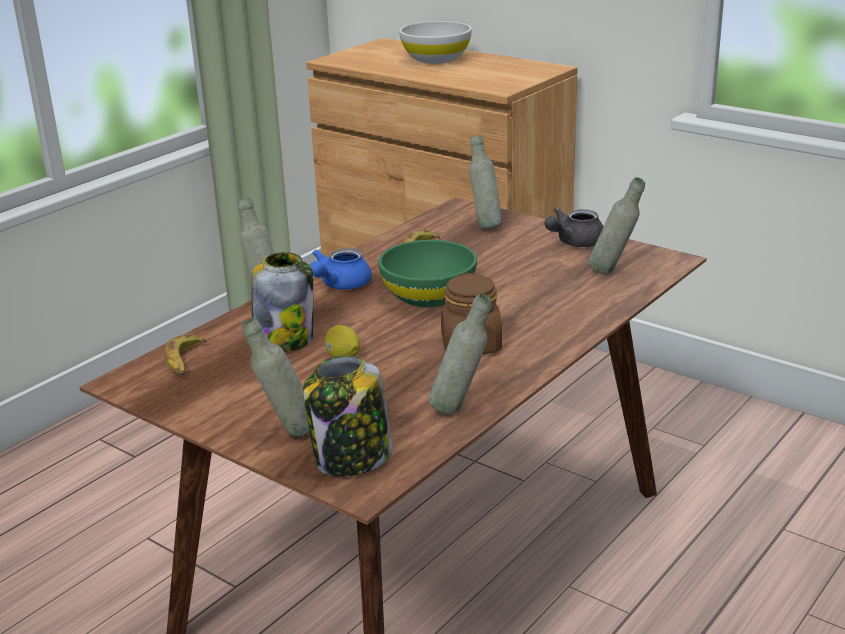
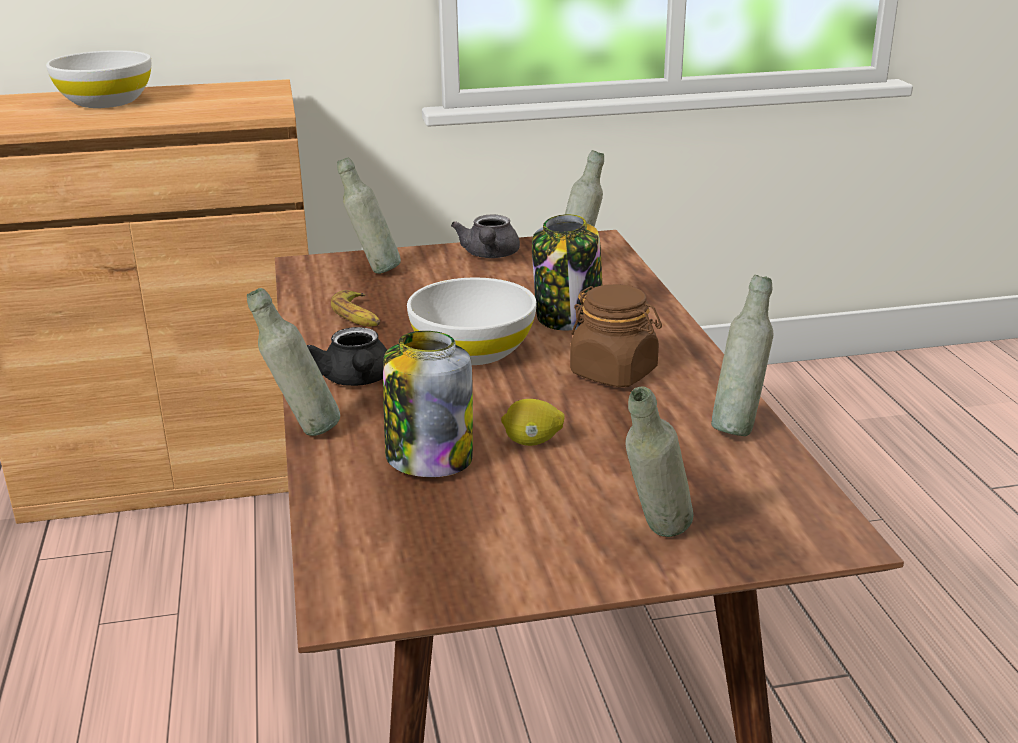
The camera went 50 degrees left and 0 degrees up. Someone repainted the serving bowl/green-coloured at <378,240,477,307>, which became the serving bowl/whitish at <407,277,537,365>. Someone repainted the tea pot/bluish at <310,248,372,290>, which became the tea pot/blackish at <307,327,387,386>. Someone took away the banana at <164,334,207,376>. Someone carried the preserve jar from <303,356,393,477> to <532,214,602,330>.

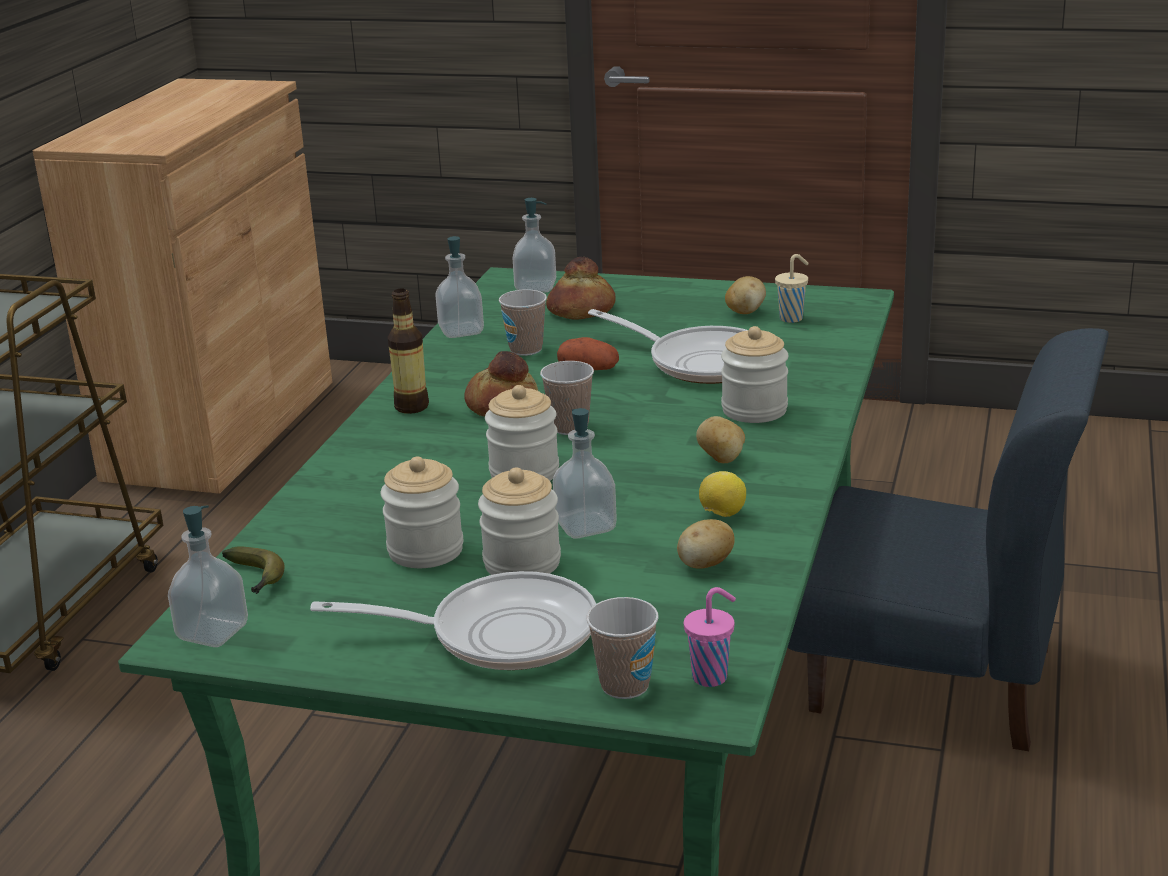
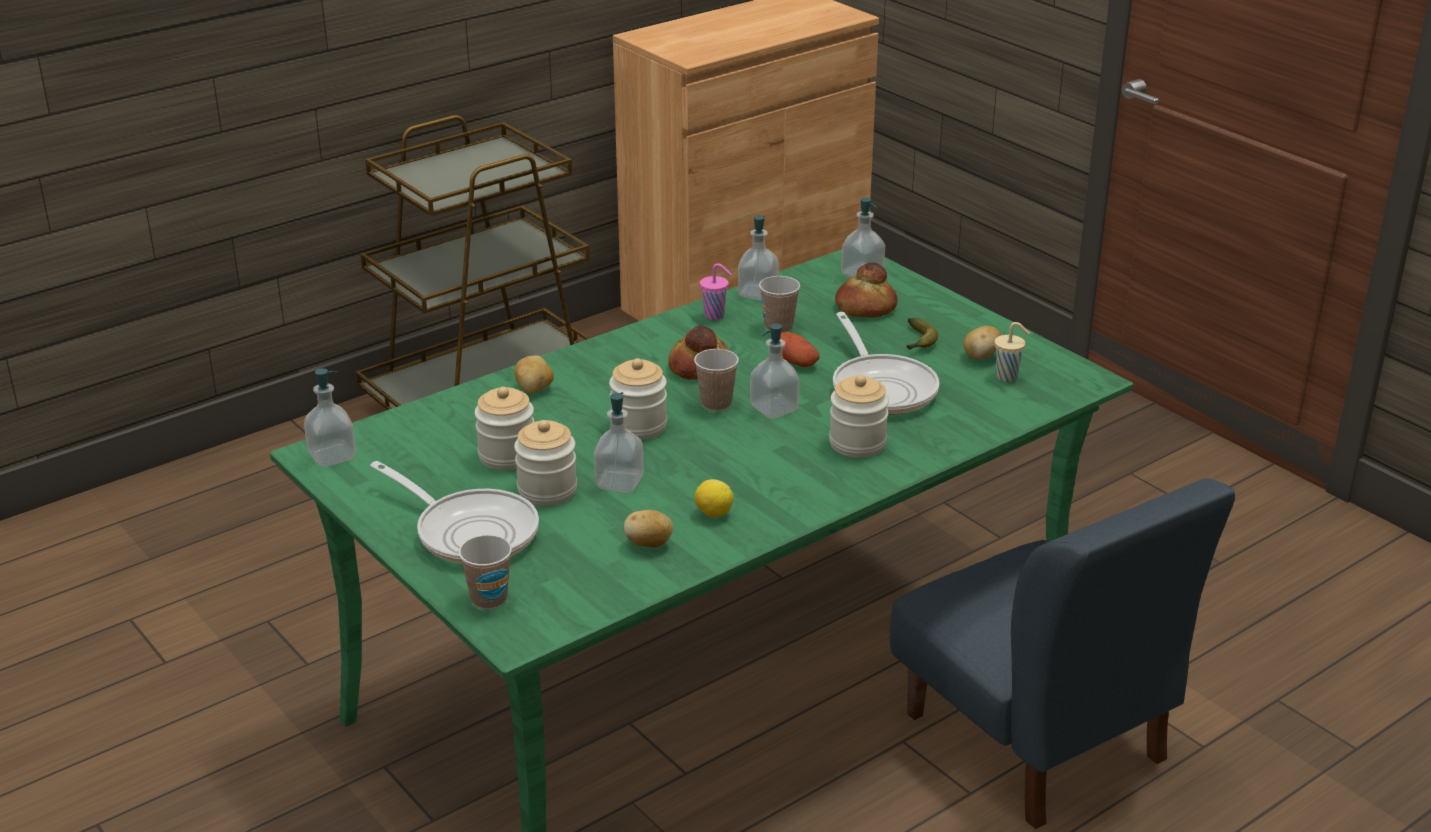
The camera went 35 degrees right and 5 degrees up. Someone took away the drink bottle at <388,289,429,414>. Someone carried the spud from <696,416,745,463> to <514,355,554,393>. Someone carried the banana from <222,546,285,594> to <907,318,938,350>. Someone carried the cup/pink-coloured from <684,587,736,687> to <700,263,731,320>. Someone put down the soap bottle at <750,324,800,419>.

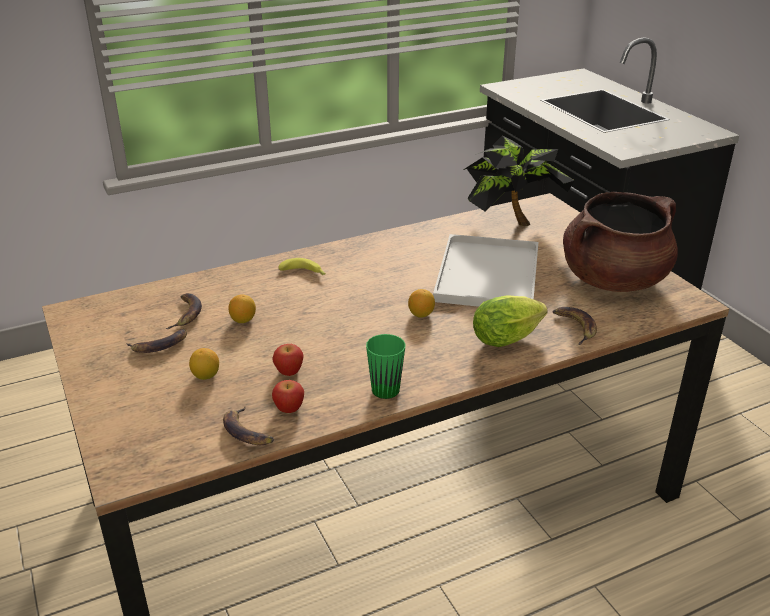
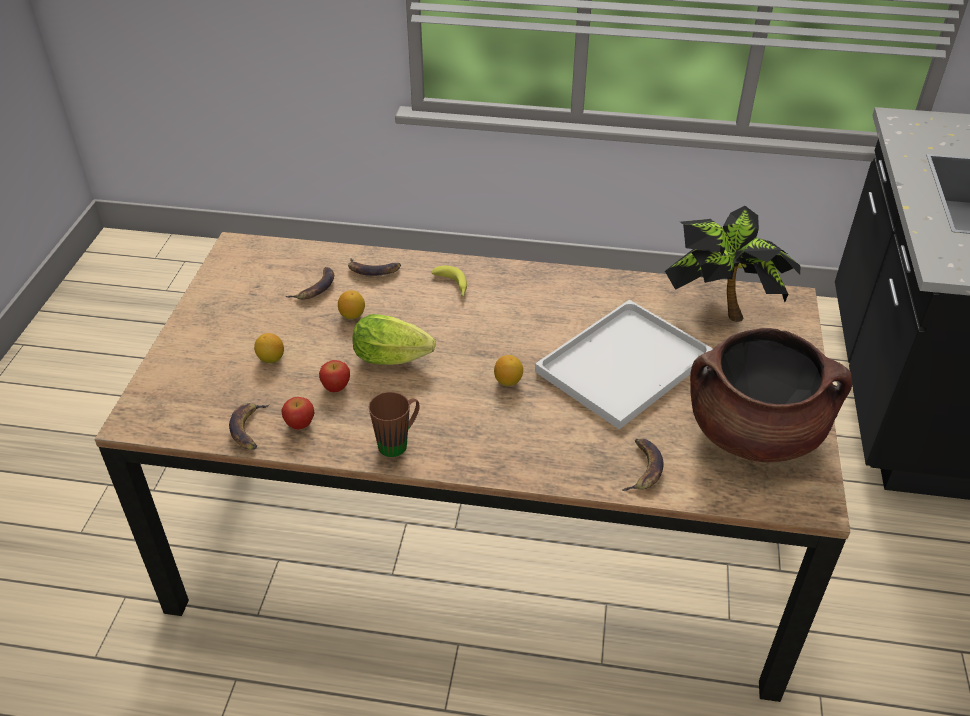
The camera went 35 degrees right and 10 degrees up. Someone carried the lettuce from <473,295,548,347> to <352,314,436,365>. Someone carried the banana from <126,329,187,353> to <348,258,401,276>. Someone repainted the mug/green-coloured at <366,334,406,399>, which became the mug/brown at <368,392,420,457>.

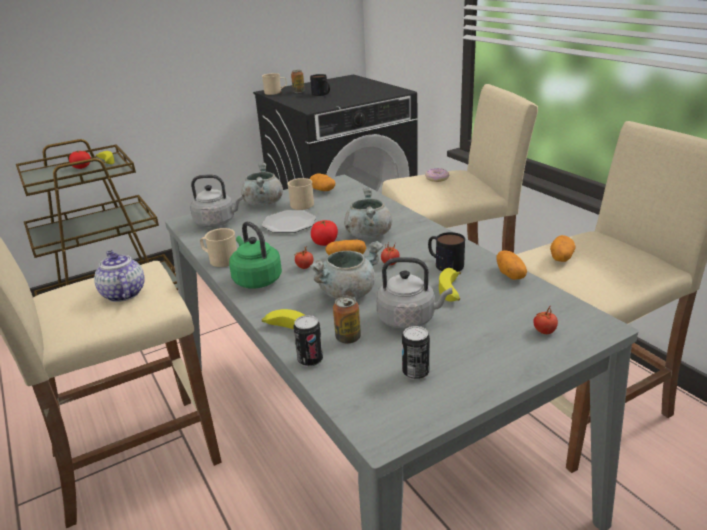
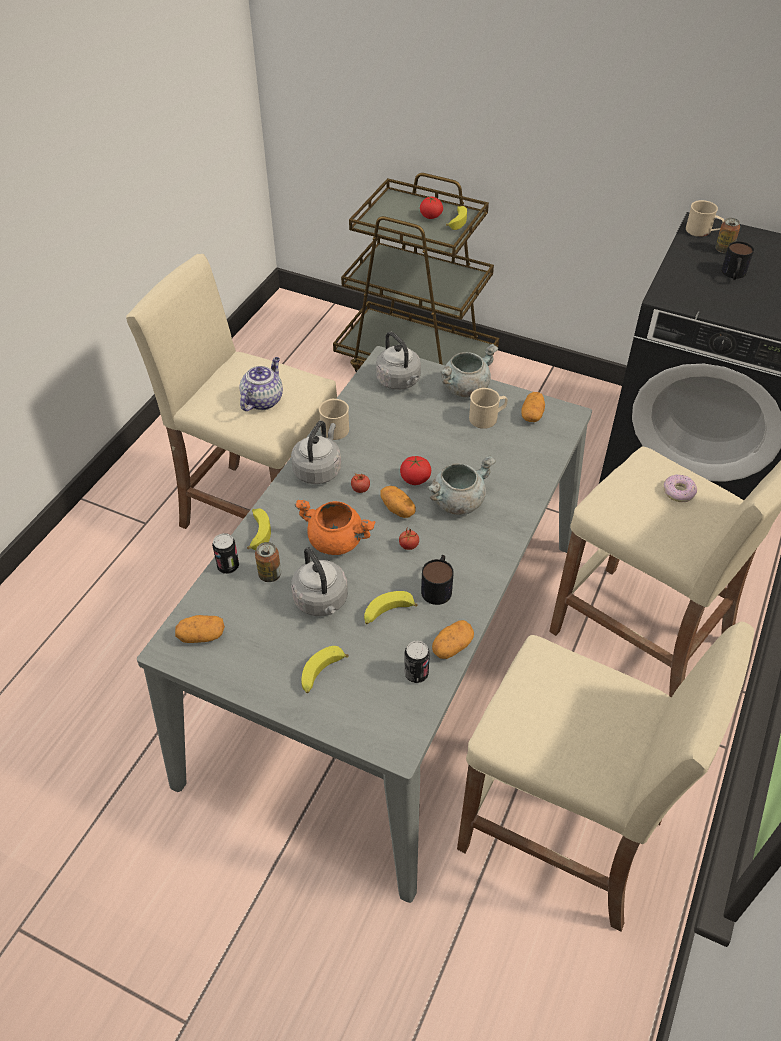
The camera went 55 degrees right and 20 degrees up. Someone took away the dinner plate at <262,211,316,233>. Someone repainted the kettle/green-coloured at <229,221,282,289>, which became the kettle/greyish at <291,421,341,484>. Someone carried the spud from <550,235,575,262> to <175,615,225,643>. Someone repainted the stockpot/greyish at <310,241,383,299>, which became the stockpot/orangey at <295,500,376,555>. Someone took away the whole tomato at <533,305,558,334>. Someone carried the metal can from <402,326,430,380> to <404,640,430,683>. Someone put down the banana at <301,646,349,693>.

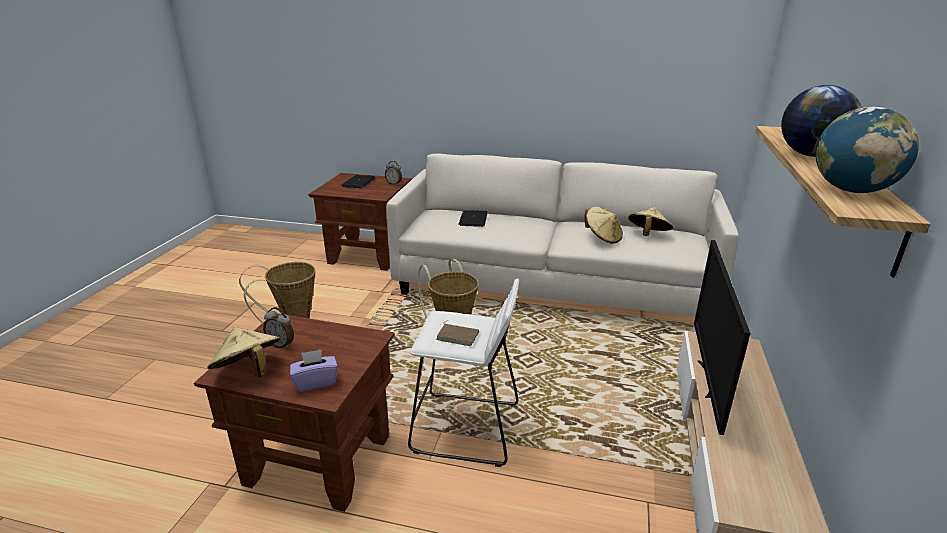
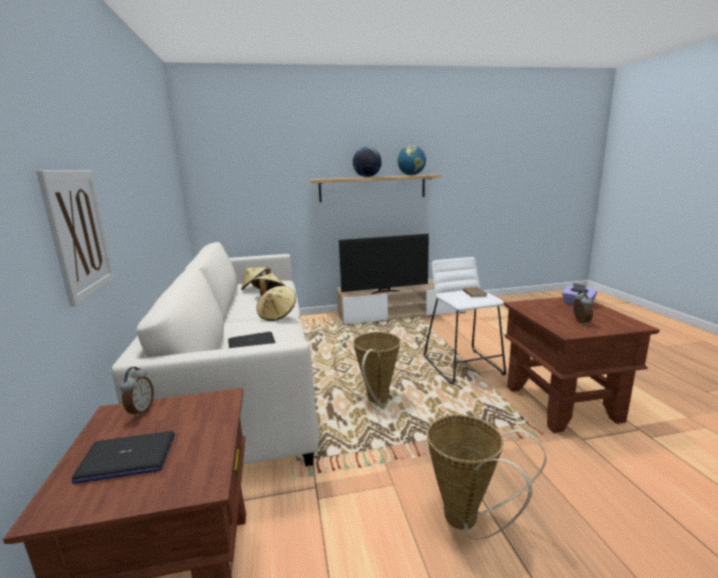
The camera went 115 degrees left and 10 degrees down. Someone carried the wearable hat/sand-coloured from <207,327,280,377> to <257,286,296,321>. Someone put up the wall art at <36,171,114,307>.

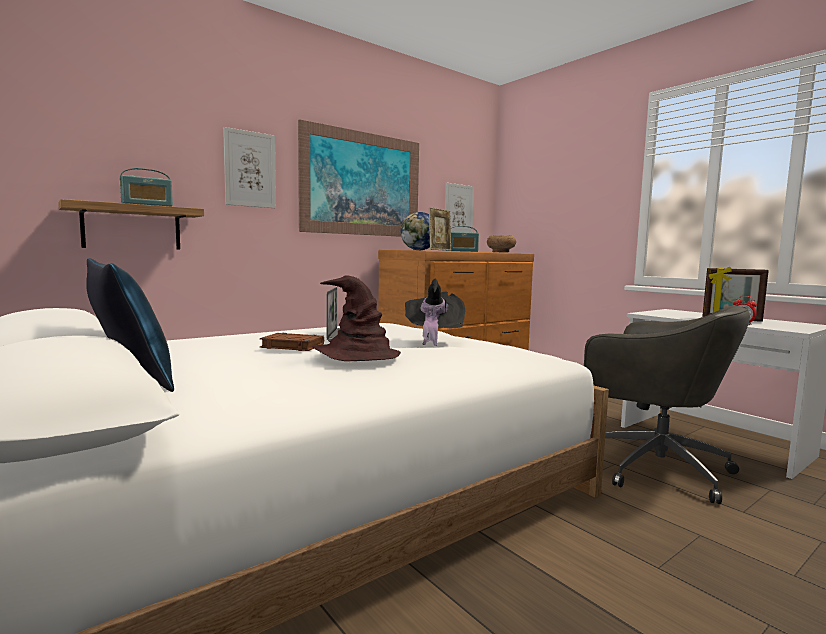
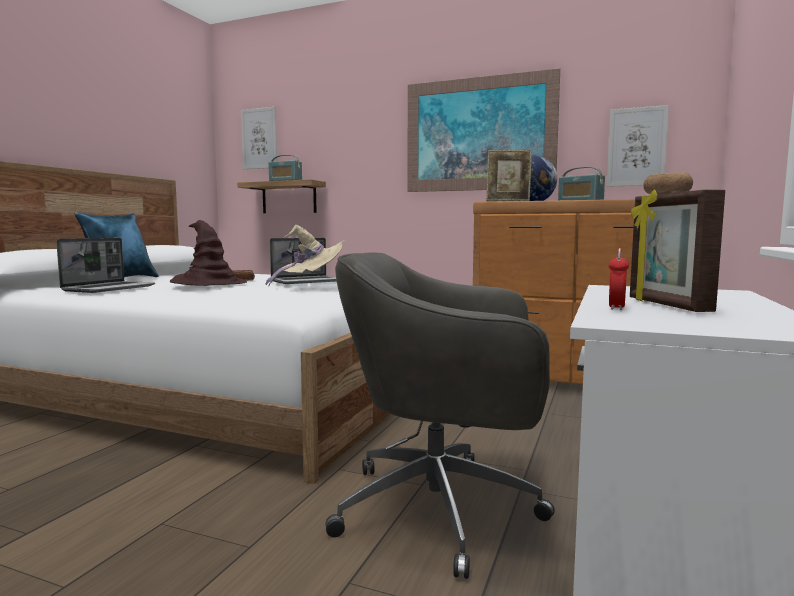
The camera went 60 degrees right and 0 degrees up. Someone carried the wall art from <223,127,276,208> to <241,107,277,169>. Someone repainted the wearable hat/blackish at <405,278,465,346>, which became the wearable hat/sand-coloured at <266,225,344,286>. Someone rotated the office chair/greyish at <584,305,750,504> by 90 degrees clockwise. Someone put down the portable computer at <56,238,155,293>.

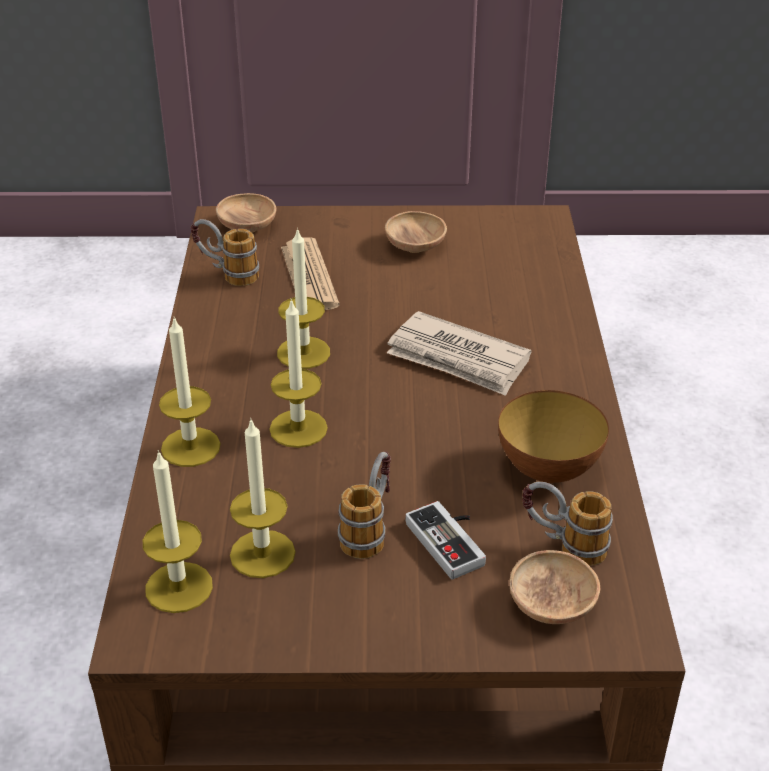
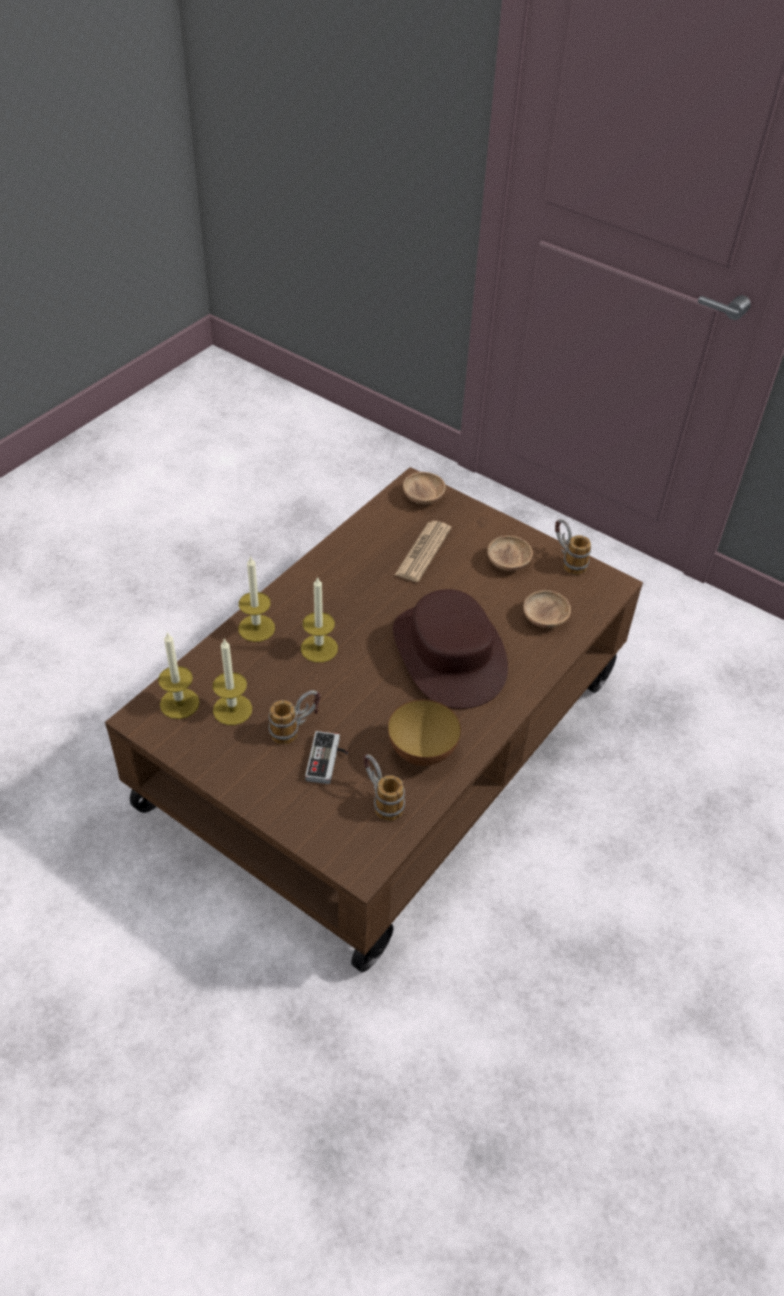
The camera went 35 degrees right and 10 degrees up. Someone carried the mug from <191,219,259,286> to <555,519,591,575>. Someone took away the wax candle at <277,227,330,369>. Someone swapped the printed paper at <387,311,531,396> for the wearable hat/brown at <393,589,508,709>. Someone carried the serving bowl/brown from <509,550,600,624> to <523,590,571,628>.

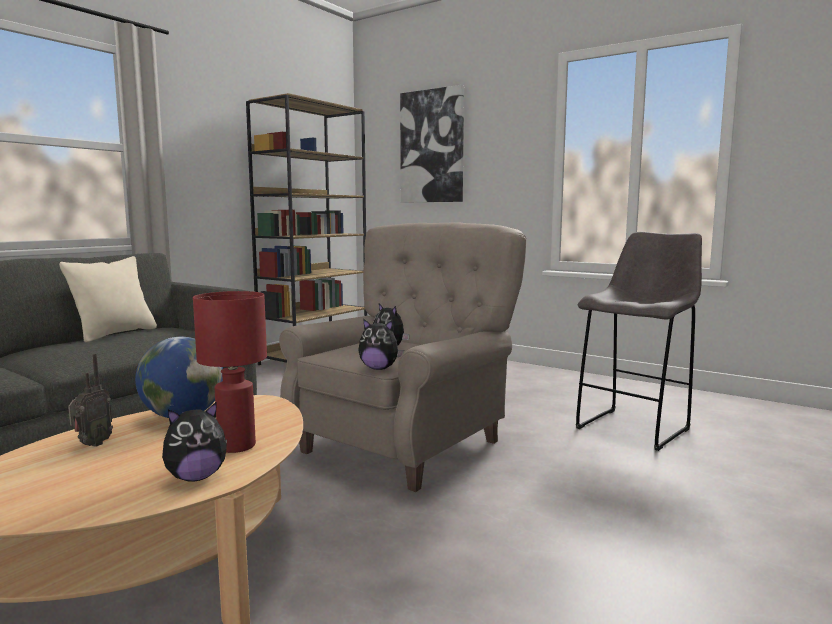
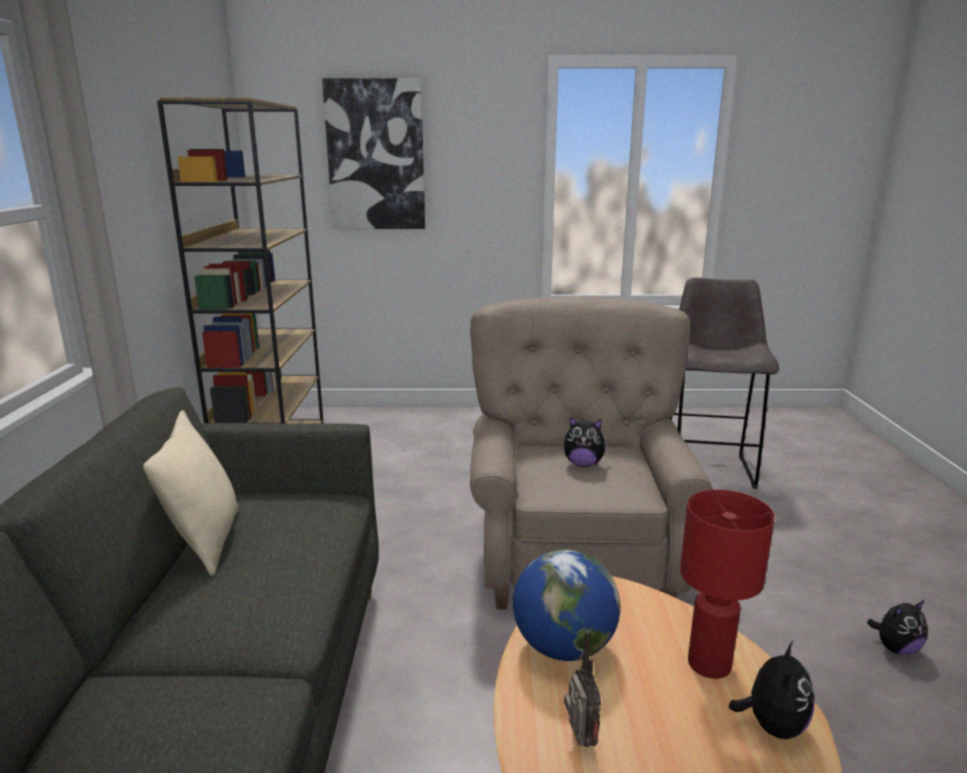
The camera went 35 degrees left and 10 degrees up. Someone carried the cuddly toy from <358,319,404,370> to <867,600,928,655>.

